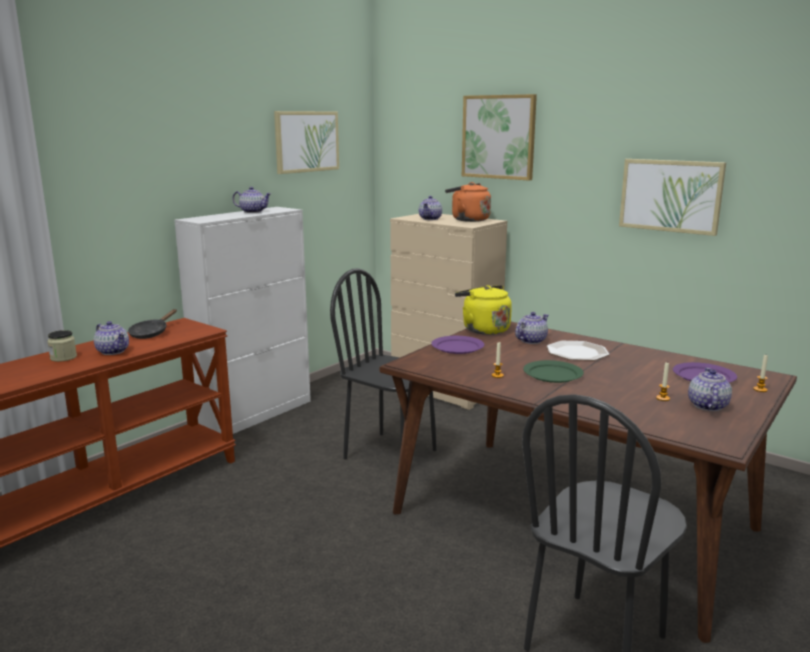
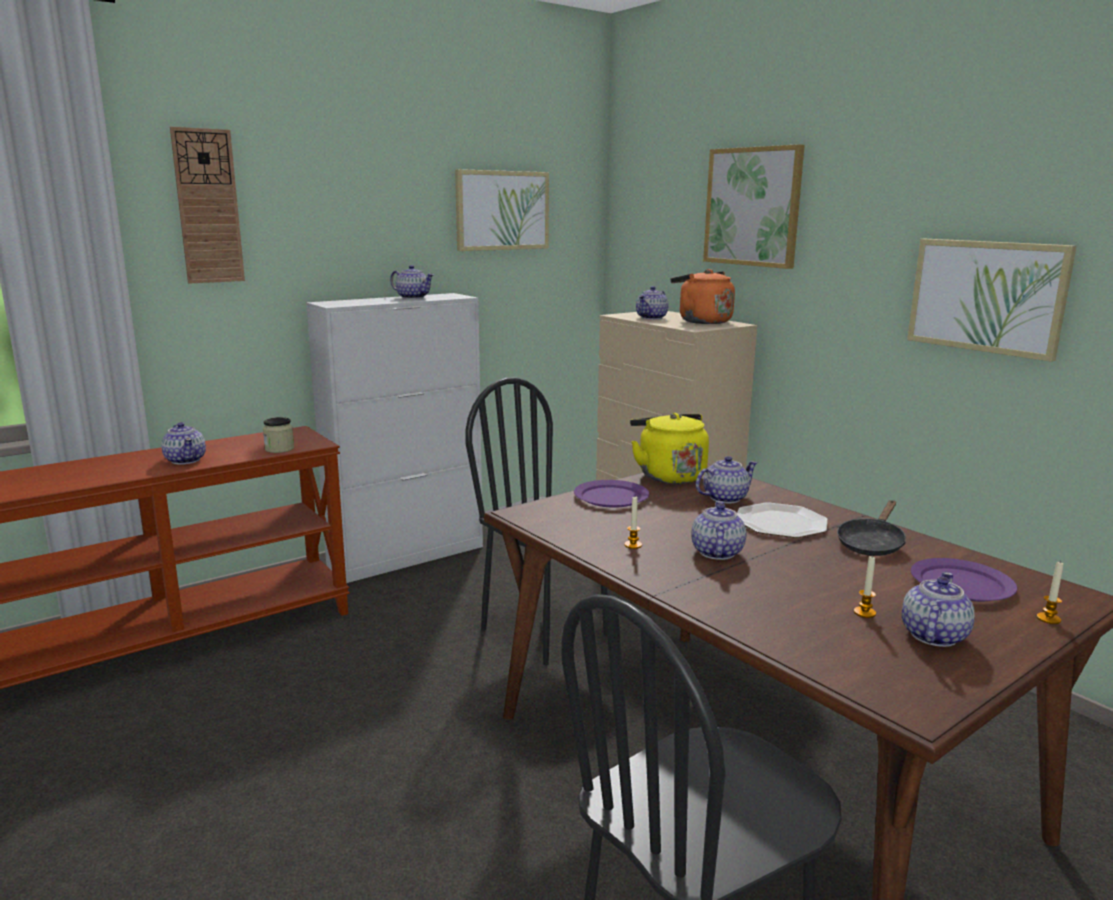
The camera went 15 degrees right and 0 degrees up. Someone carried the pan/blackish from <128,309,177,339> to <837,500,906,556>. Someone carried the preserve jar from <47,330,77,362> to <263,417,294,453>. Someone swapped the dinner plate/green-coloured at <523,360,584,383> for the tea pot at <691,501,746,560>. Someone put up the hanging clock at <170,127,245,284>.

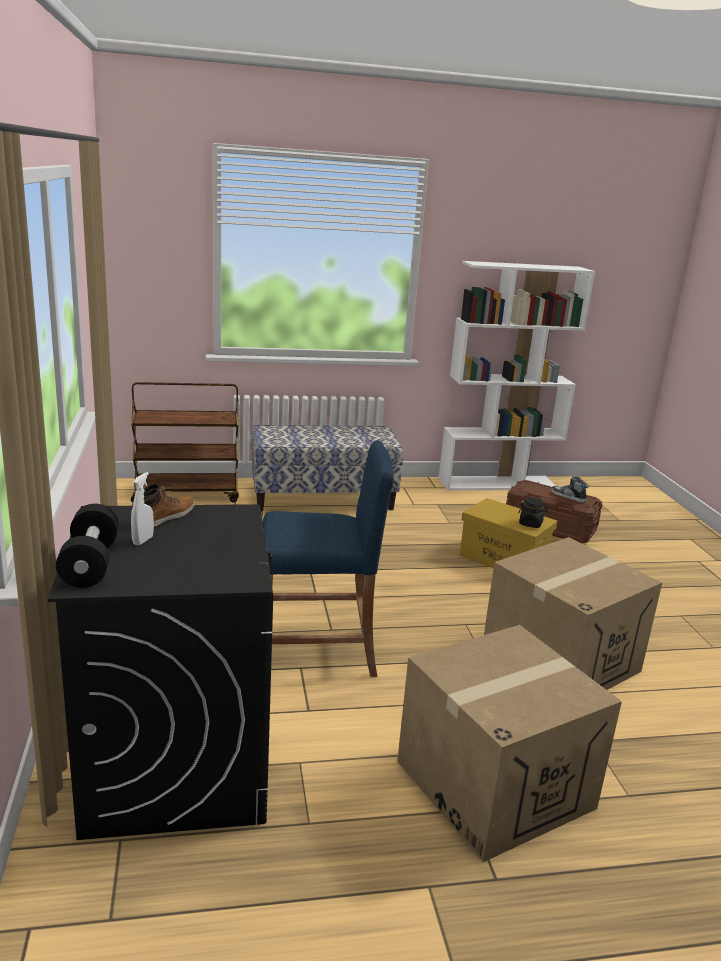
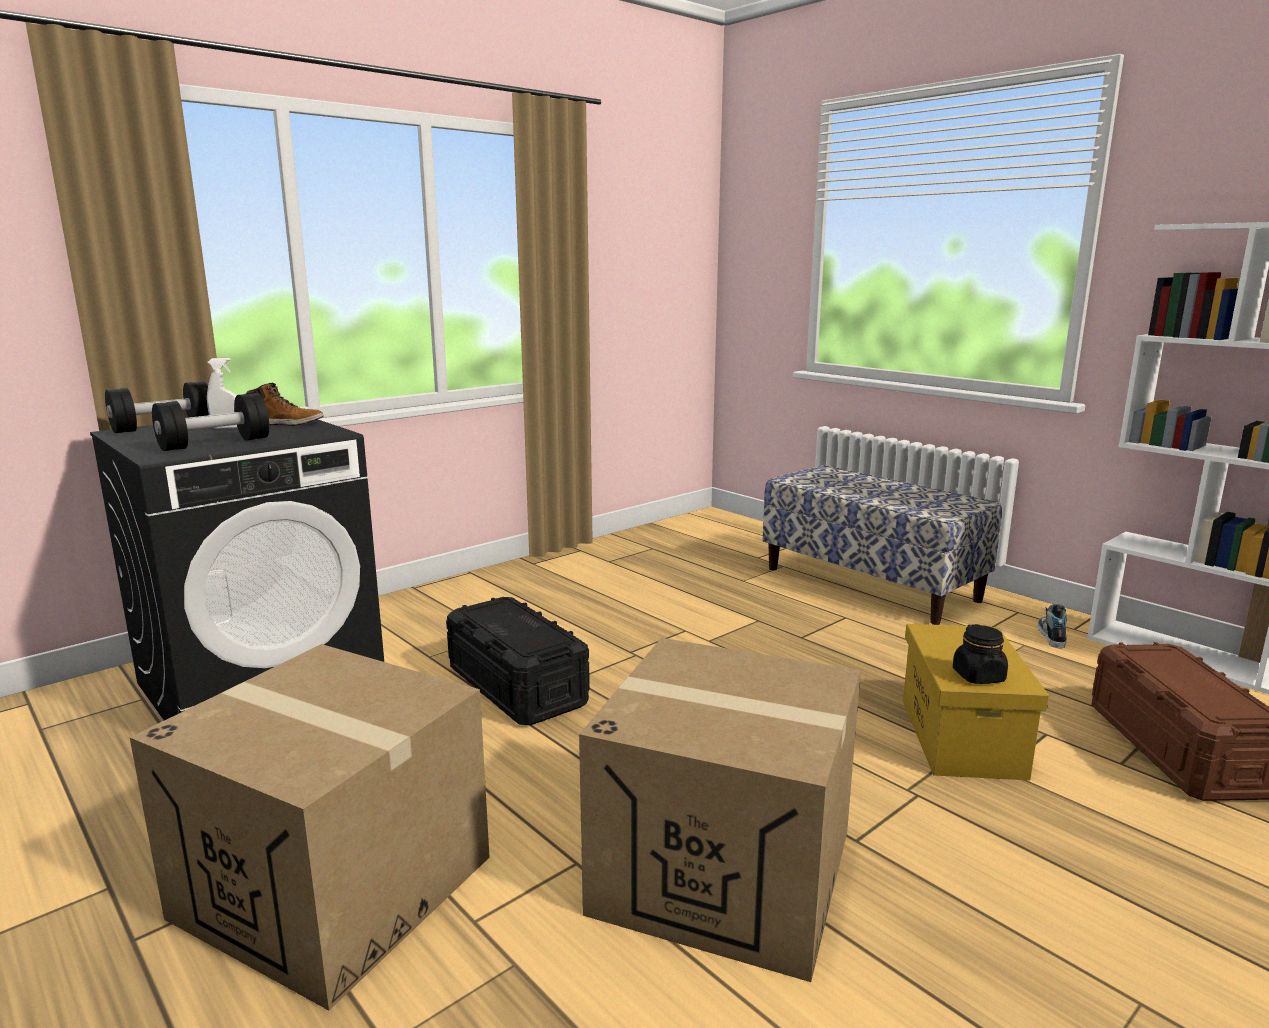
The camera went 60 degrees right and 5 degrees down. Someone took away the wheeled cart/brown at <131,382,239,503>. Someone swapped the stool/bluish at <263,440,394,677> for the storage container/blackish at <446,597,590,725>. Someone carried the shoe from <552,476,588,503> to <1038,604,1067,648>. Someone put down the free weight/blackish at <152,393,270,451>.

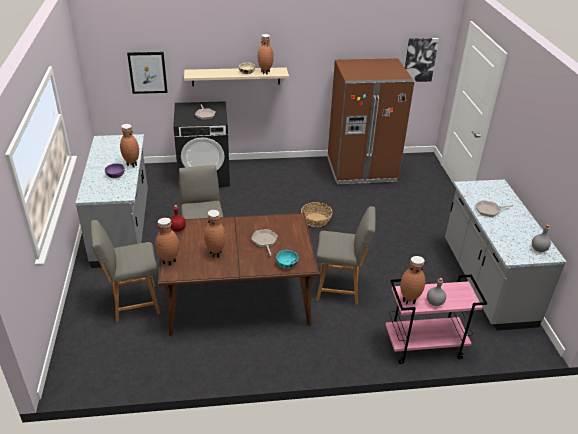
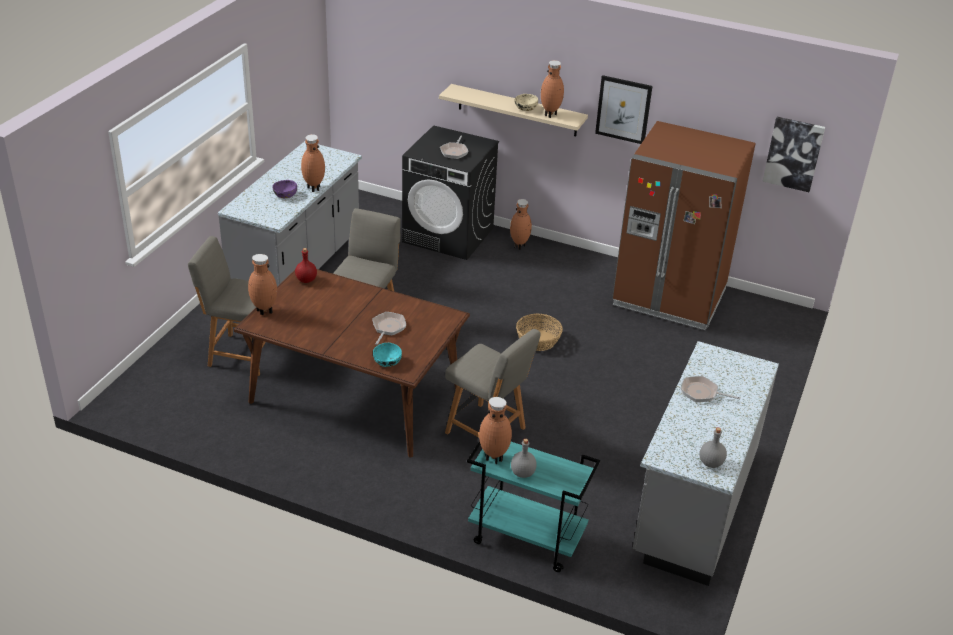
The camera went 30 degrees right and 0 degrees up. Someone carried the wall art from <127,52,168,94> to <595,75,653,144>. Someone carried the decorative vase/brown from <204,210,226,258> to <510,199,532,250>. Someone repainted the wheeled cart/pink-coloured at <385,274,487,364>, which became the wheeled cart/turquoise at <467,441,601,572>.

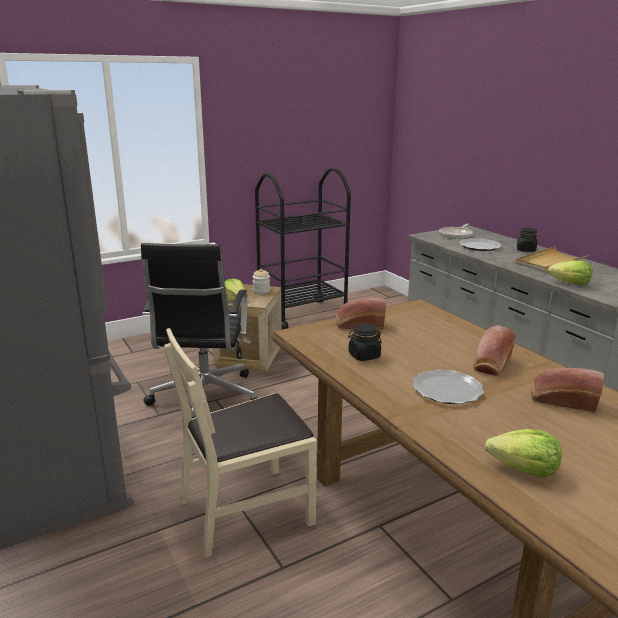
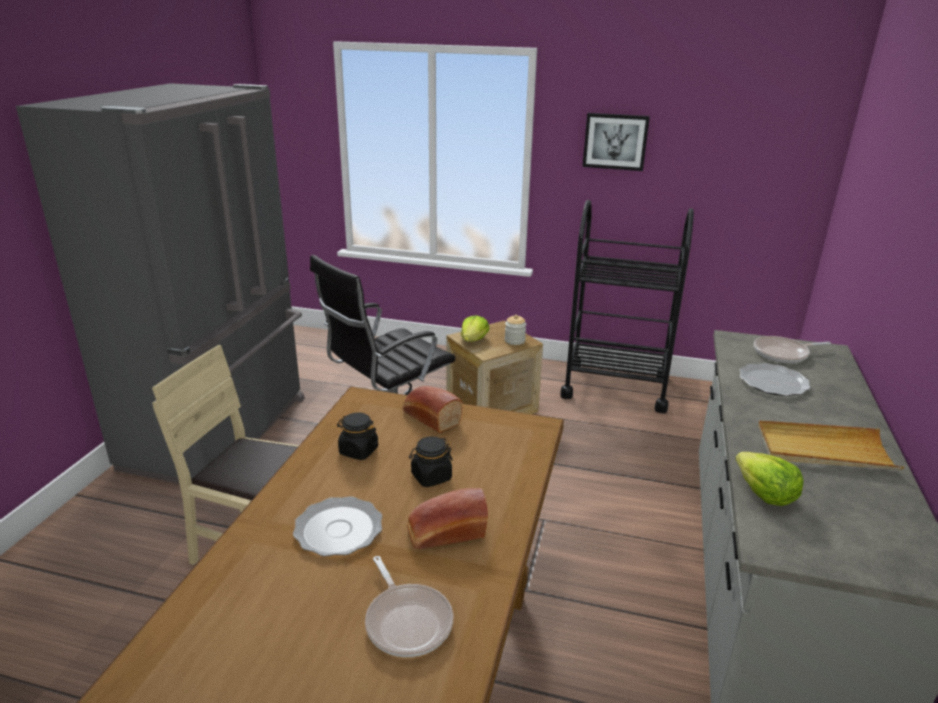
The camera went 45 degrees right and 5 degrees up. Someone carried the preserve jar/blackish from <517,228,537,252> to <409,436,453,487>. Someone swapped the baked bread at <532,368,604,412> for the pan at <365,556,453,657>. Someone took away the lettuce at <485,429,562,478>. Someone put up the wall art at <582,113,650,171>.

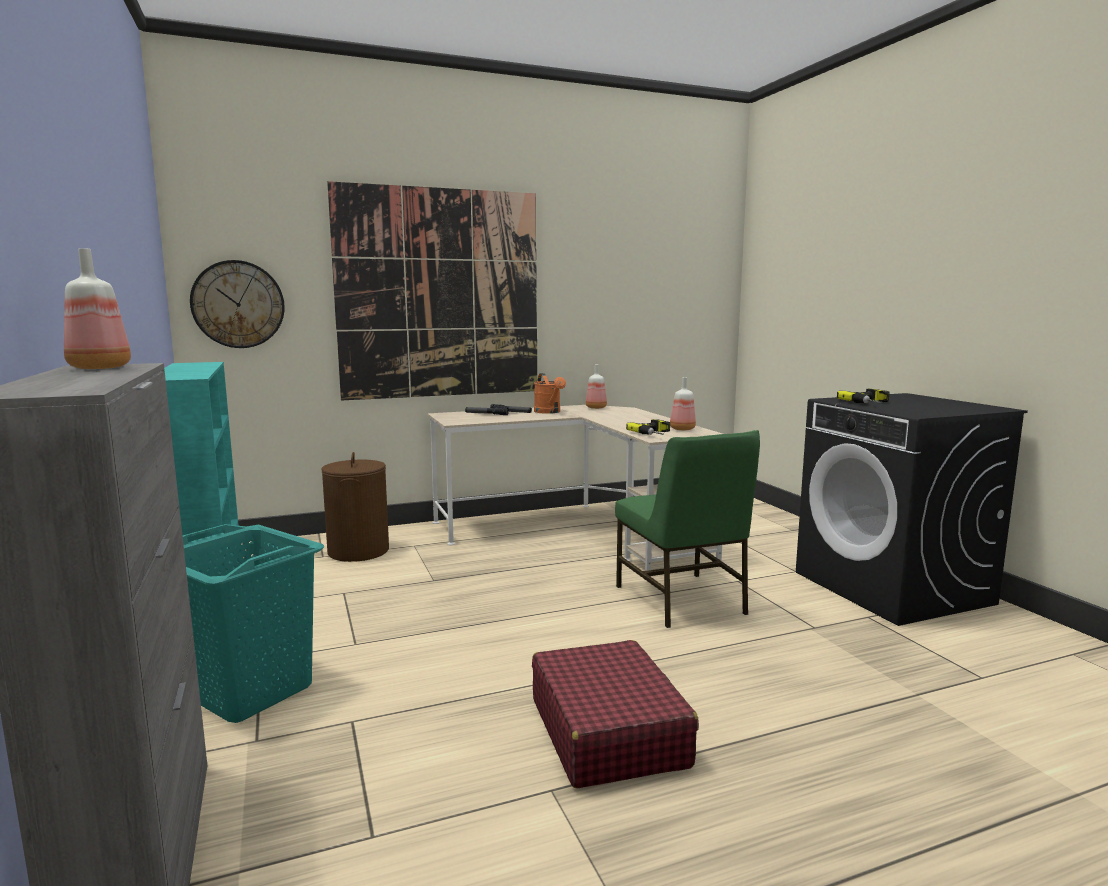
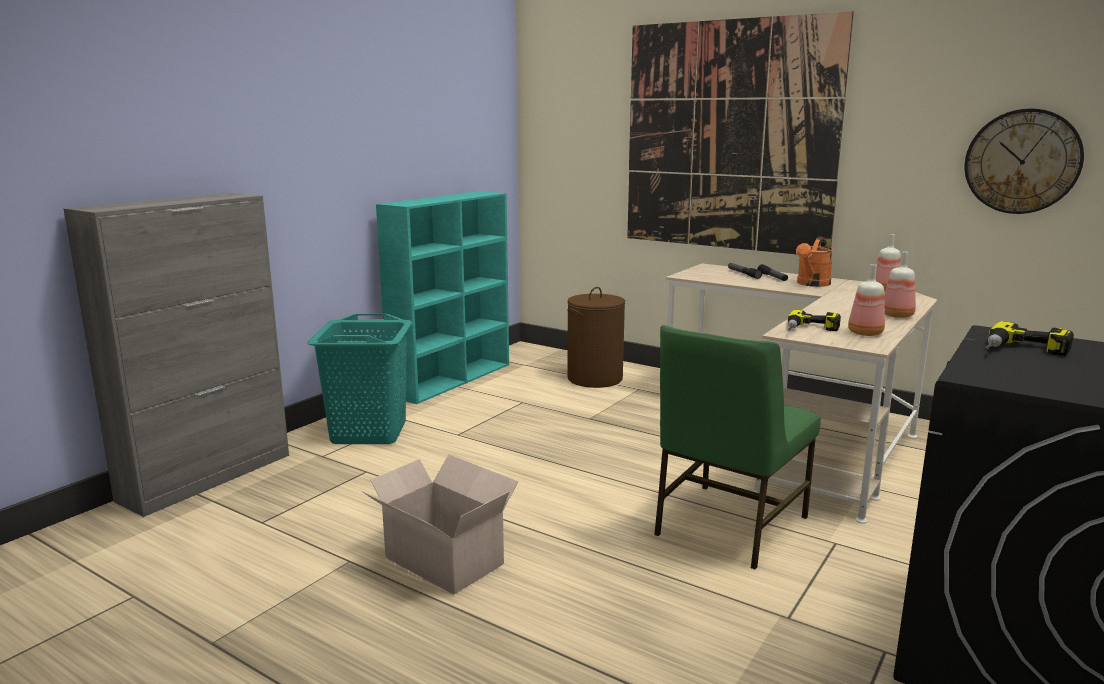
The camera went 55 degrees right and 5 degrees up. Someone carried the drink bottle from <64,248,131,369> to <884,251,916,318>. Someone carried the hanging clock from <190,260,285,348> to <965,108,1084,214>. Someone swapped the travel case/red-coloured at <532,640,699,788> for the packing box at <362,454,518,595>.

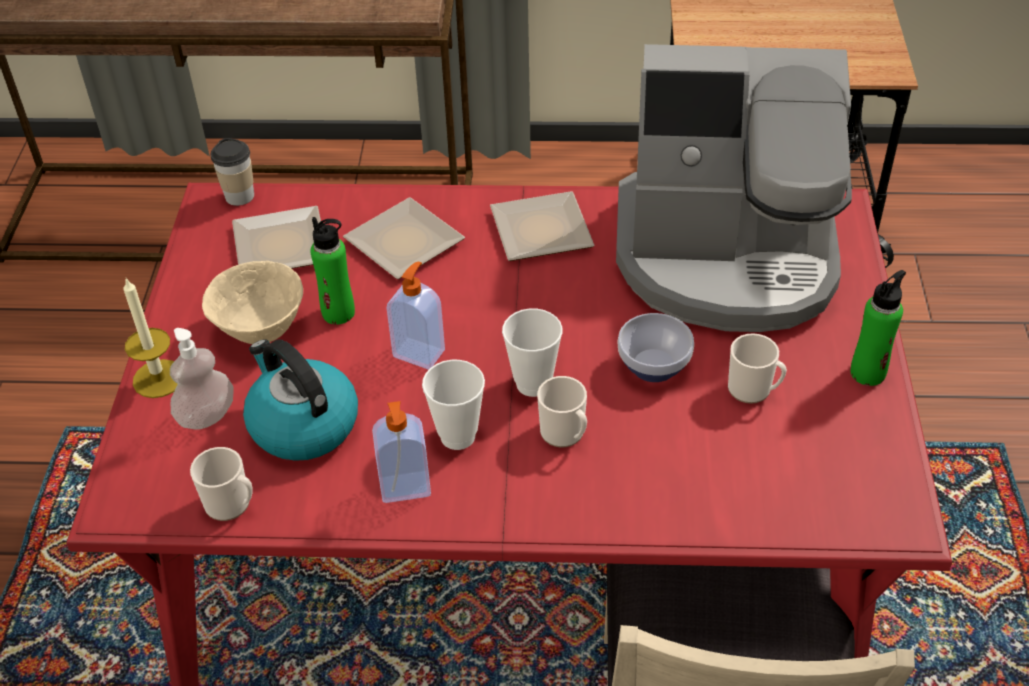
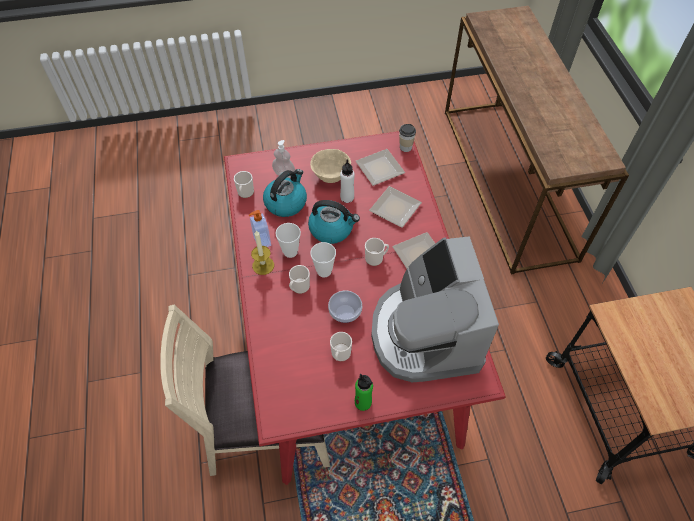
The camera went 75 degrees right and 10 degrees up. Someone repainted the drink bottle/green-coloured at <310,217,355,325>, which became the drink bottle/whitish at <340,159,355,203>. Someone swapped the soap bottle at <387,261,445,369> for the kettle at <308,200,360,244>. Someone carried the wax candle from <123,277,178,398> to <251,231,274,275>. Someone put down the mug at <365,238,389,266>.

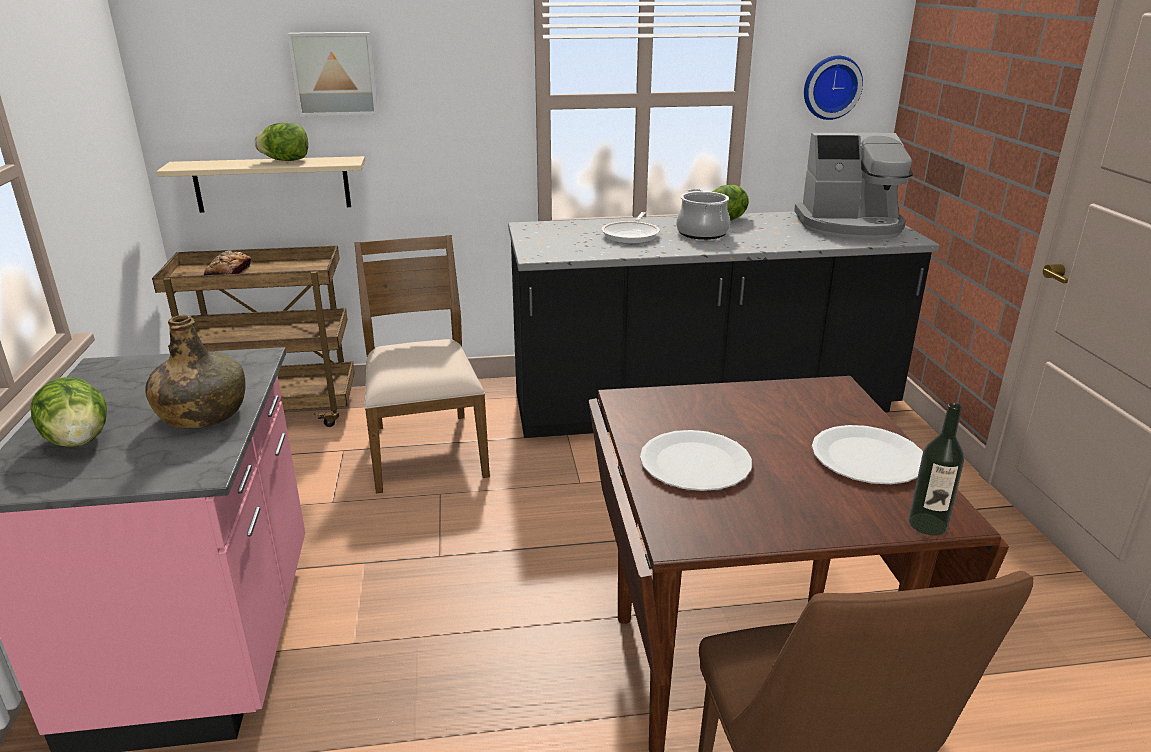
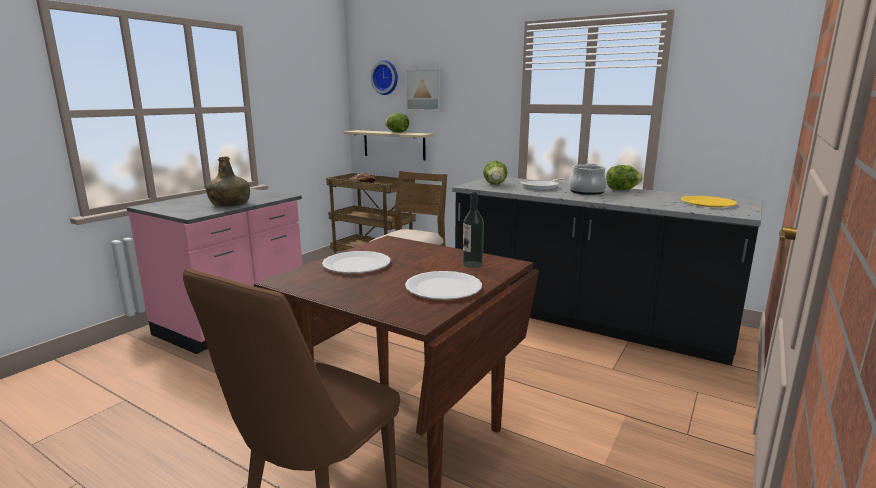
The camera went 40 degrees right and 10 degrees down. Someone carried the hanging clock from <804,56,863,120> to <371,60,398,95>. Someone swapped the coffee maker at <794,133,913,240> for the dinner plate/yellow-coloured at <681,196,737,207>. Someone carried the lettuce from <31,377,107,447> to <483,160,508,185>. Someone carried the drink bottle from <909,403,964,535> to <463,192,484,268>.

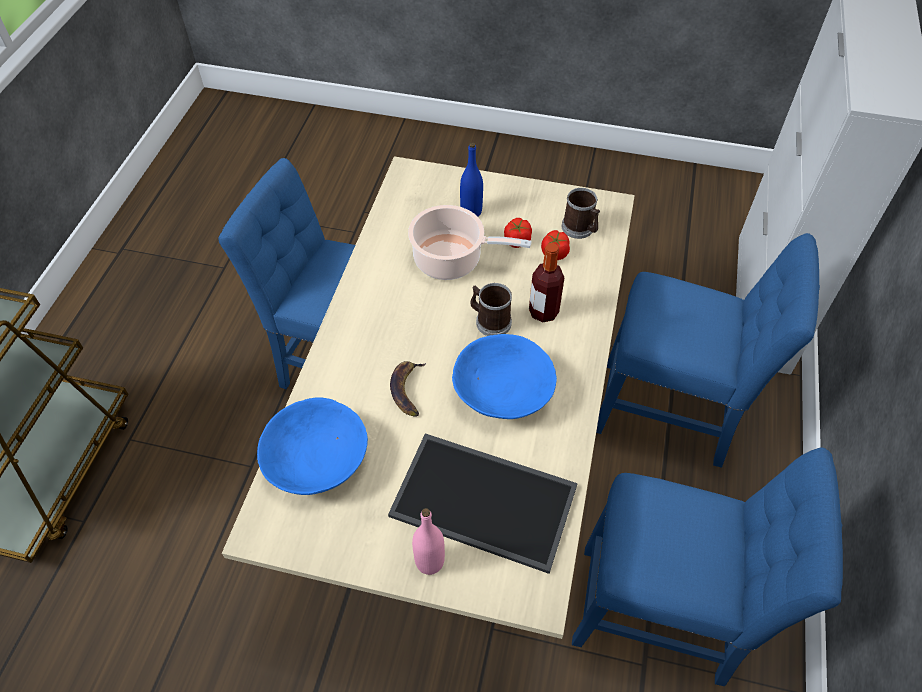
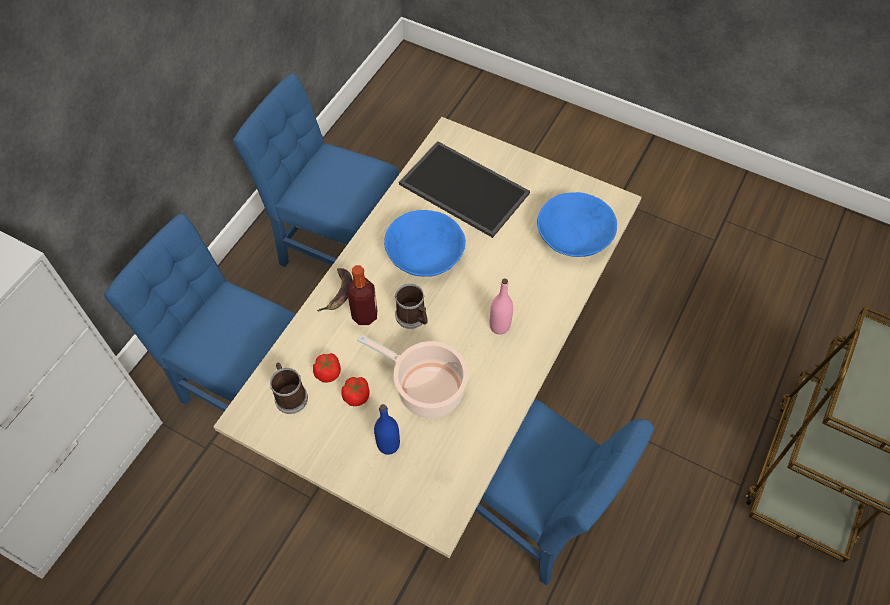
The camera went 165 degrees left and 5 degrees up. Someone carried the banana from <390,361,426,417> to <317,268,353,311>. Someone carried the drink bottle/pink-coloured from <412,508,445,575> to <490,279,513,335>.

